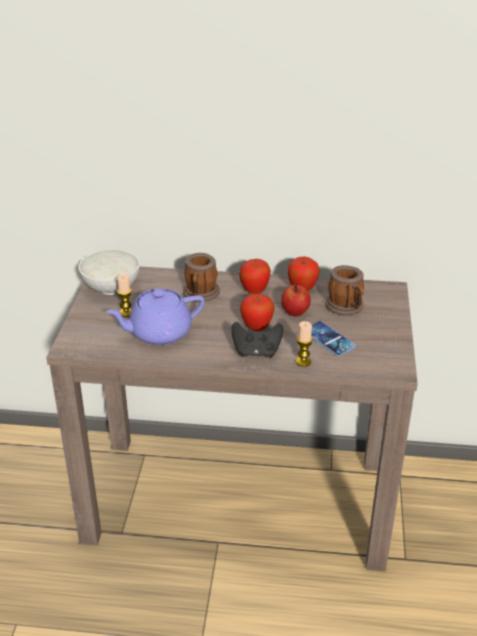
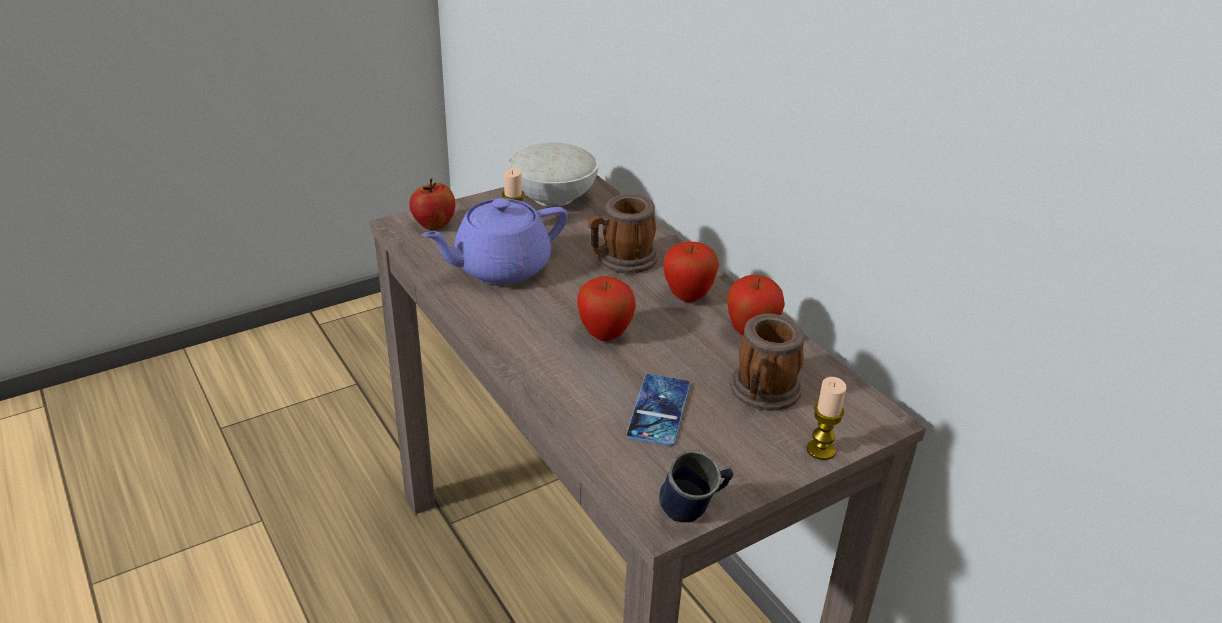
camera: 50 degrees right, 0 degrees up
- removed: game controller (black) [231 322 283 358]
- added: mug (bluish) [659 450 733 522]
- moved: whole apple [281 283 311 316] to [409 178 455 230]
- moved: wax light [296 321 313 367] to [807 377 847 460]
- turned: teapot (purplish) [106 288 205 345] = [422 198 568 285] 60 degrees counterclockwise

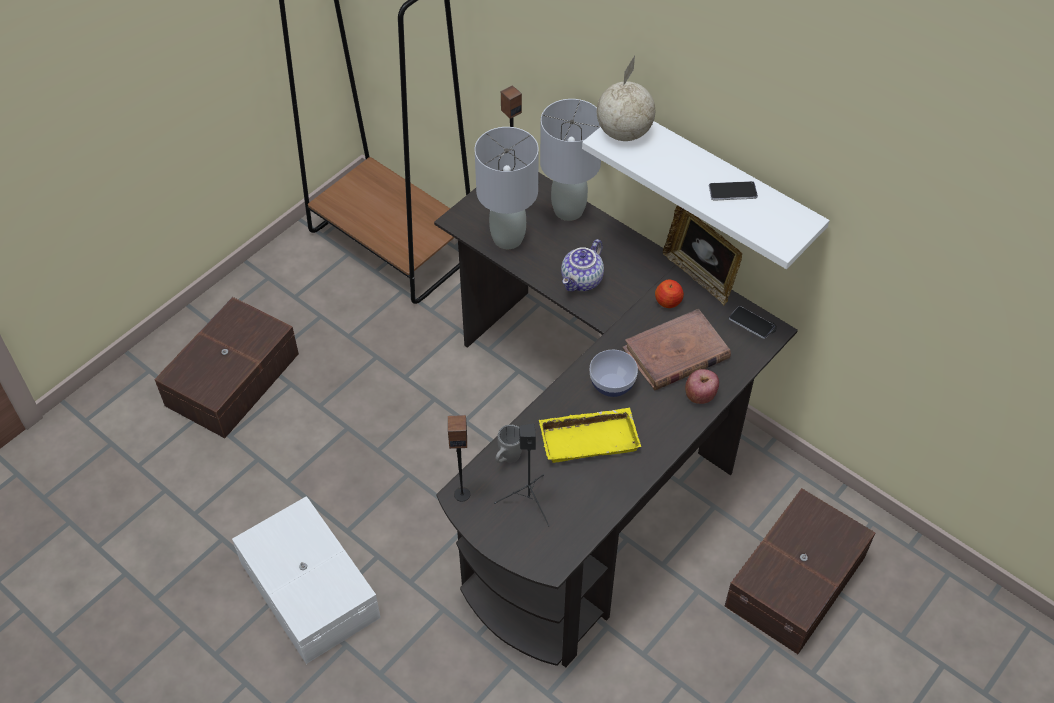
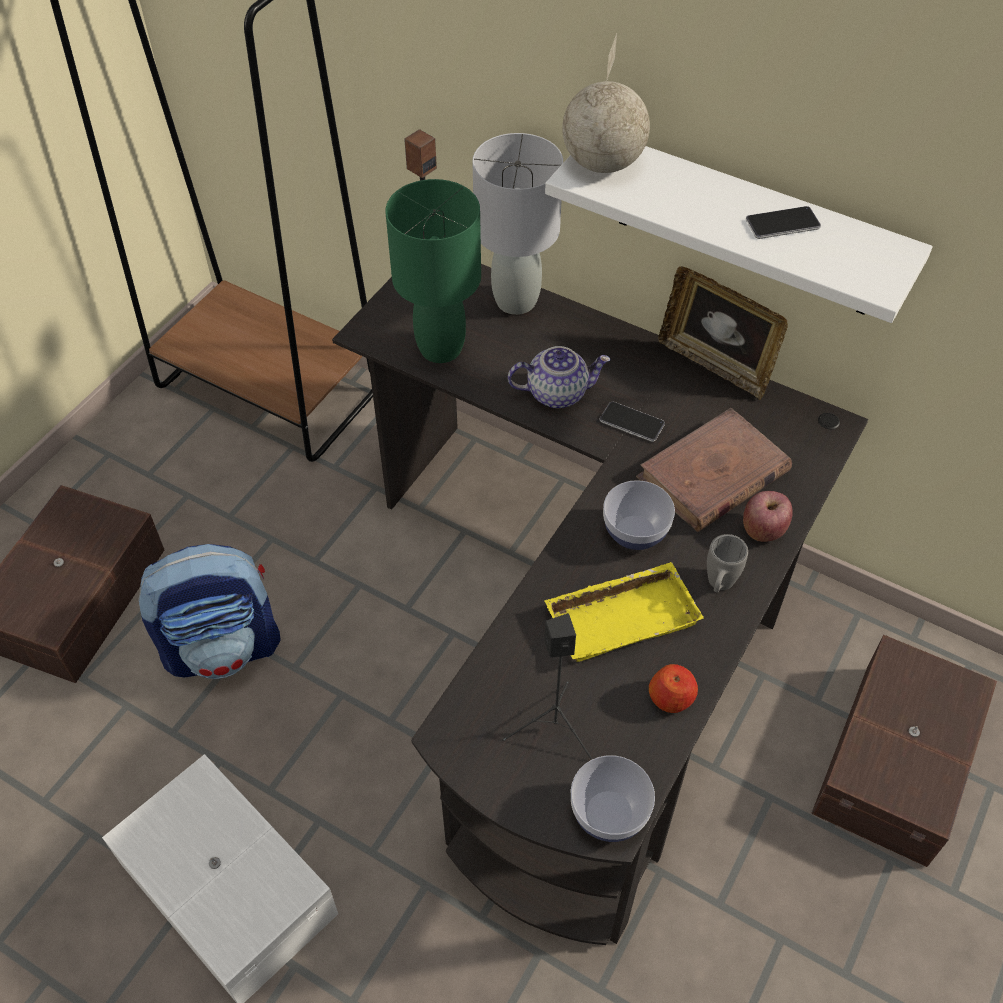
camera: 10 degrees left, 0 degrees up
- removed: loudspeaker [448 415 470 502]
- added: rucksack [138 544 281 679]
- added: bowl [571 755 655 842]
- moved: mug (gray) [496 424 522 463] to [707 534 748 592]
- moved: whole apple [655 280 684 308] to [649 664 698 713]
- moved: handset [729 306 775 339] to [600 401 665 442]
- recoloured: table lamp (gray) [475 127 539 249] to table lamp (green) [386 179 481 363]
- turned: teapot [561 239 604 292] = [508 346 611 408] 120 degrees counterclockwise

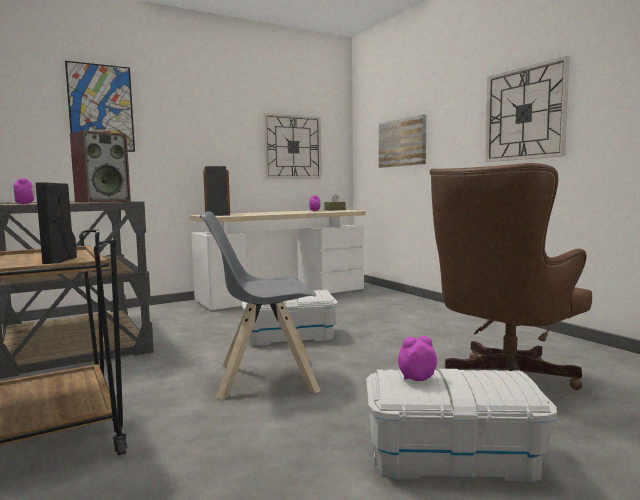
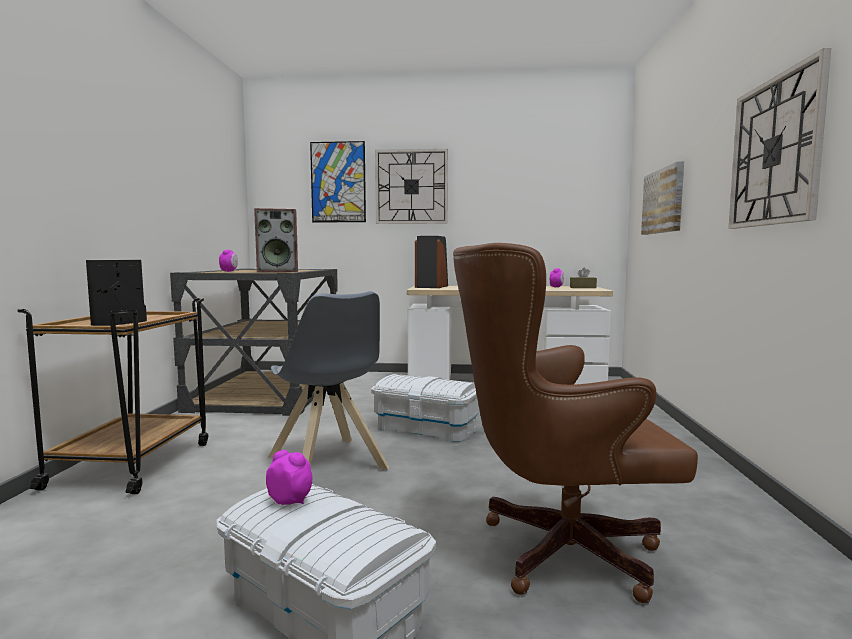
camera: 35 degrees right, 0 degrees up
- moved: wall clock [263 113 322 179] to [375 149 448 224]
- turned: chair (gray) [200 211 320 400] = [268 291 389 470] 150 degrees counterclockwise

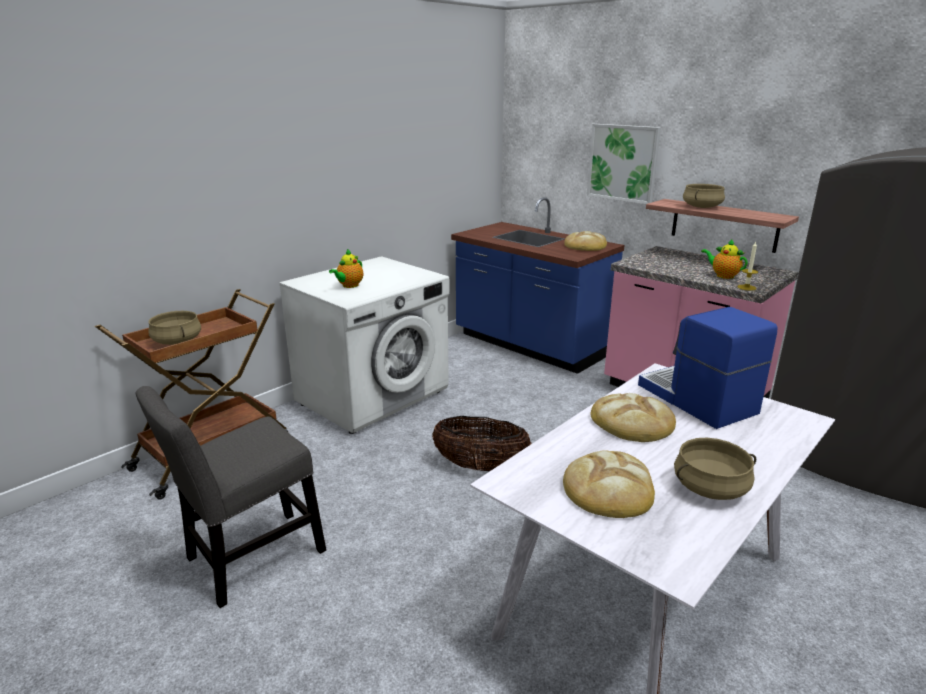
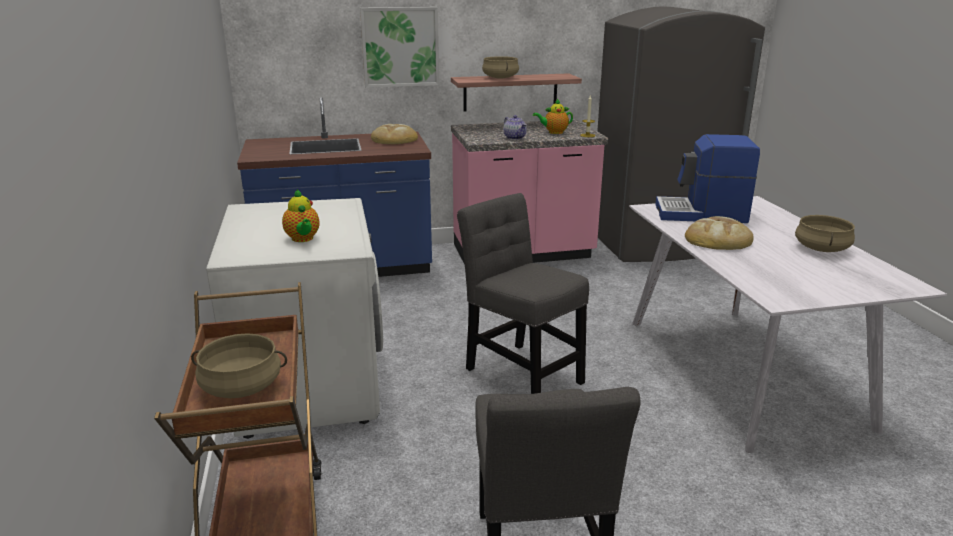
camera: 55 degrees left, 0 degrees up
- removed: bread [563 450 655 518]
- added: teapot [503 115 527 140]
- replaced: household basket [432 416 531 471] to chair (gray) [457 193 589 394]

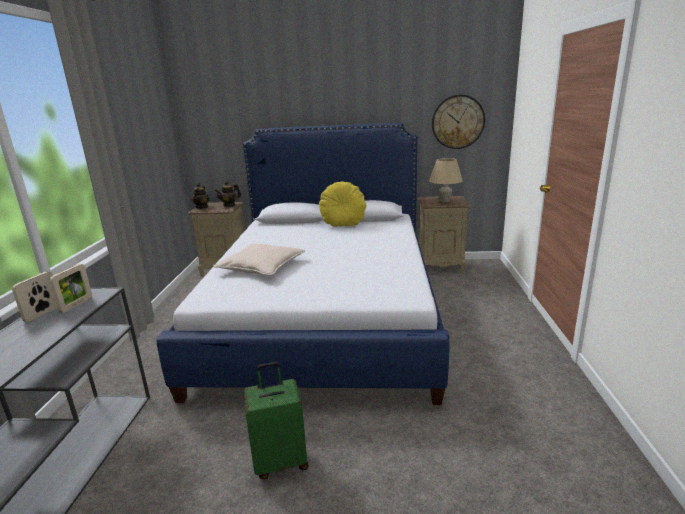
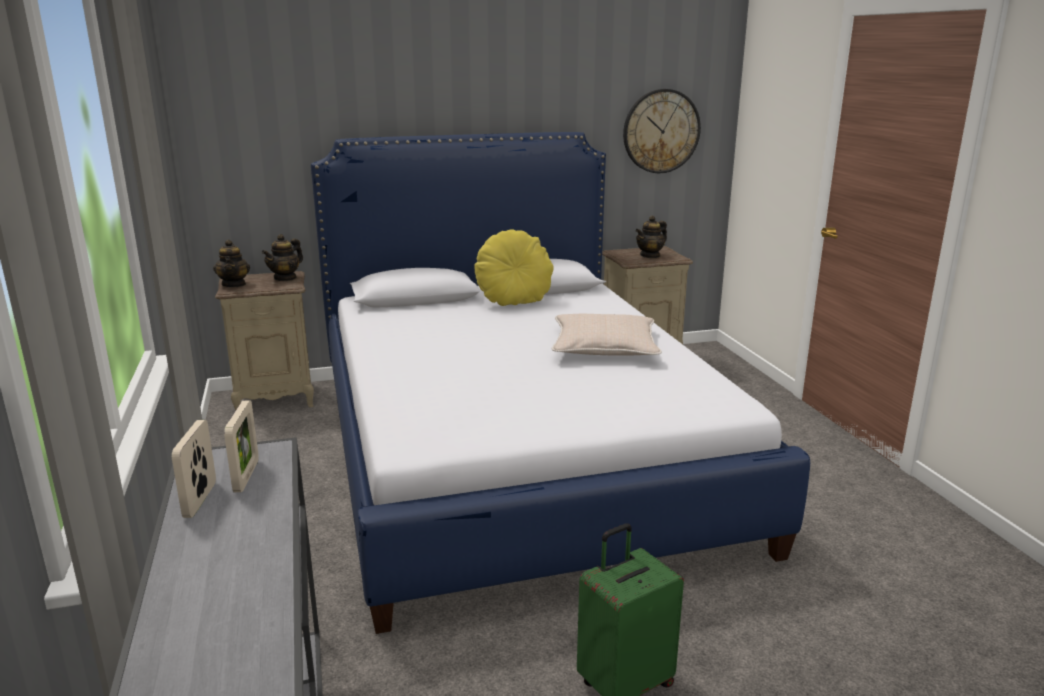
camera: 20 degrees left, 0 degrees up
- moved: cushion (sand-coloured) [213 244 305 275] to [552 314 662 356]
- replaced: table lamp (sand-coloured) [429 158 463 202] to teapot [635 216 667 258]

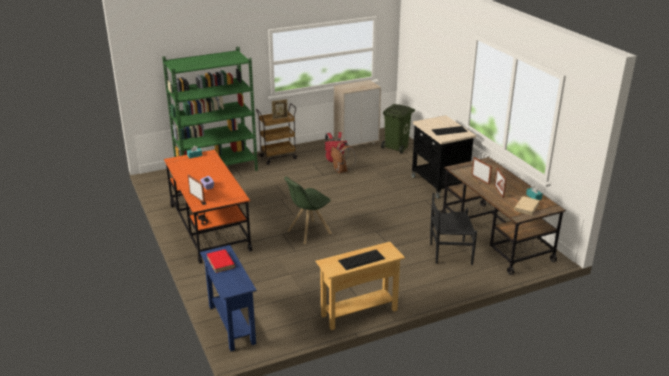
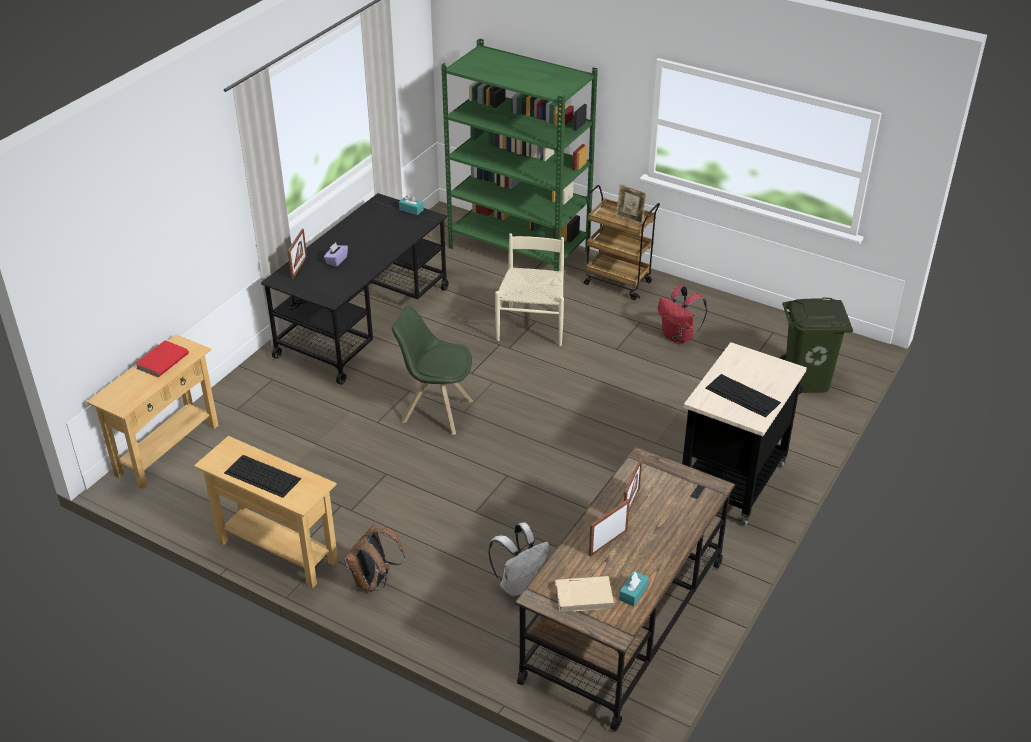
camera: 55 degrees right, 10 degrees up
- removed: cabinet (sand-coloured) [334 80 381 146]
- added: chair (sand-coloured) [495 233 564 346]
- moved: rucksack (brown-coloured) [331 142 356 173] to [344 524 405 592]
- replaced: chair (black) [430 193 477 265] to rucksack (whitish) [488 523 549 597]
- recoloured: desk (orangey) [164 150 252 263] to desk (black) [261 193 449 385]
- recoloured: console table (bluish) [200 245 257 351] to console table (sand-coloured) [86 334 218 489]

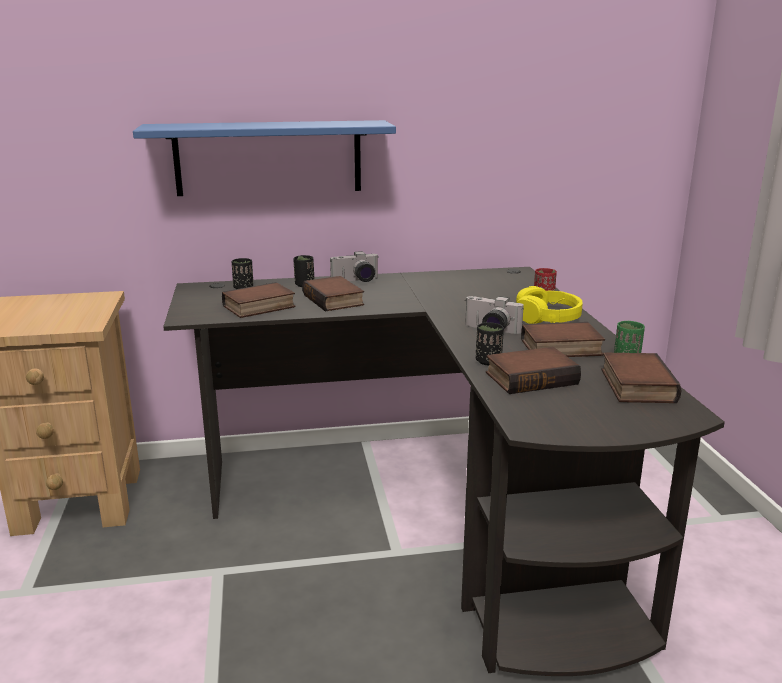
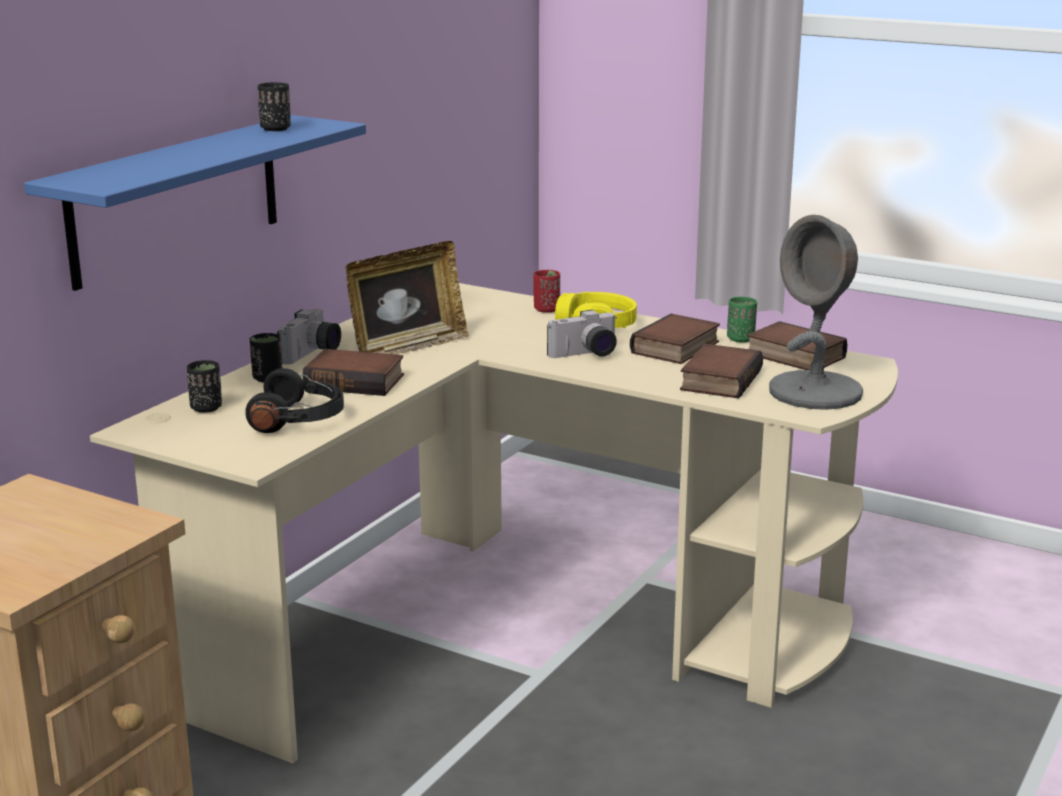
camera: 50 degrees left, 0 degrees up
- added: picture frame [345 241 469 355]
- added: table lamp (gray) [769 215 863 410]
- moved: cup (black) [476 322 504 366] to [258 82 291 131]
- replaced: bound book [222 282 296 318] to headset (black) [245 368 344 433]
- recoloured: desk (black) [163 267 725 676] to desk (sand-coloured) [90 283 898 763]

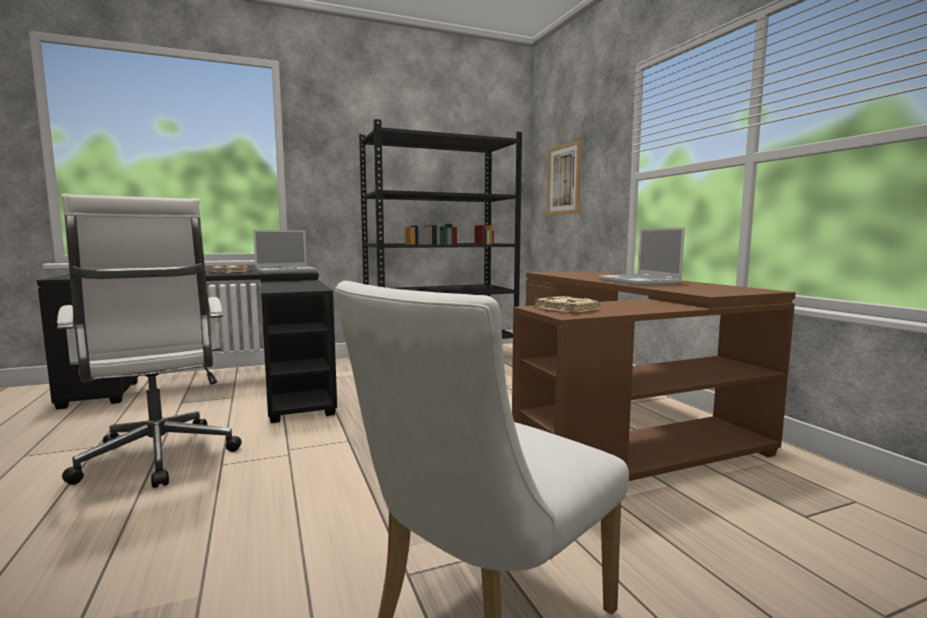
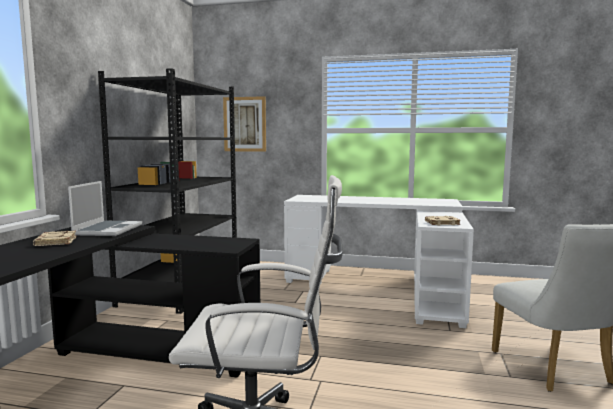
camera: 55 degrees left, 0 degrees up
- removed: laptop [598 228 685 286]
- recoloured: desk (brown-coloured) [512 271 796 481] to desk (whitish) [284 195 474 328]

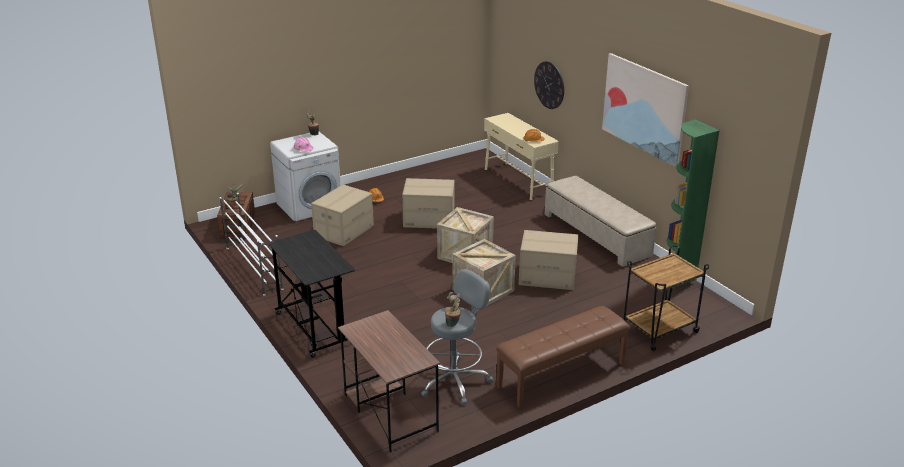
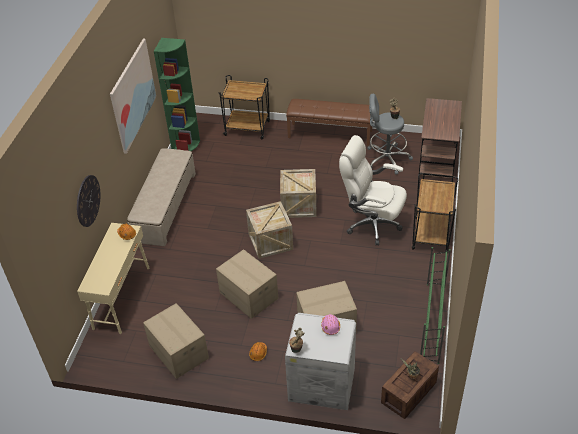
camera: 135 degrees left, 15 degrees up
- added: computer chair (whitish) [339 135 407 246]
- moved: carton [519 230 579 290] to [143 303 209 379]
- replaced: desk (black) [268 230 355 358] to wheeled cart (brown-coloured) [412 173 458 254]
- recoloured: shoe shelf (whitish) [220 193 283 296] to shoe shelf (green) [420 247 451 364]

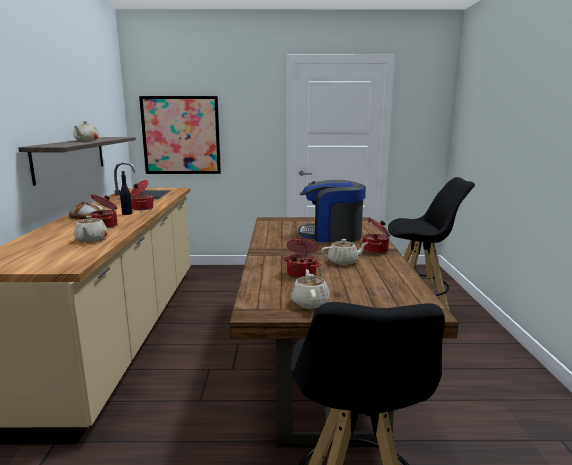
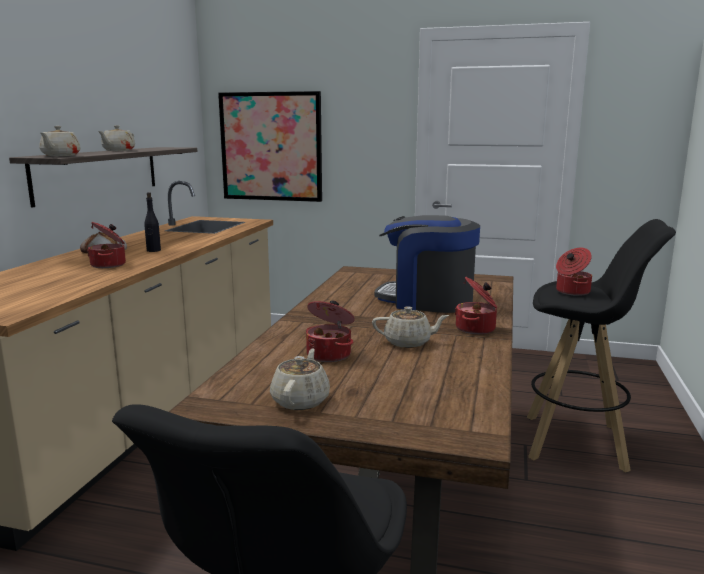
camera: 15 degrees right, 0 degrees up
- moved: teapot (sand-coloured) [74 216 108 242] to [39 126 81 156]
- moved: saucepot [130 180 154 210] to [556 248 592 296]

